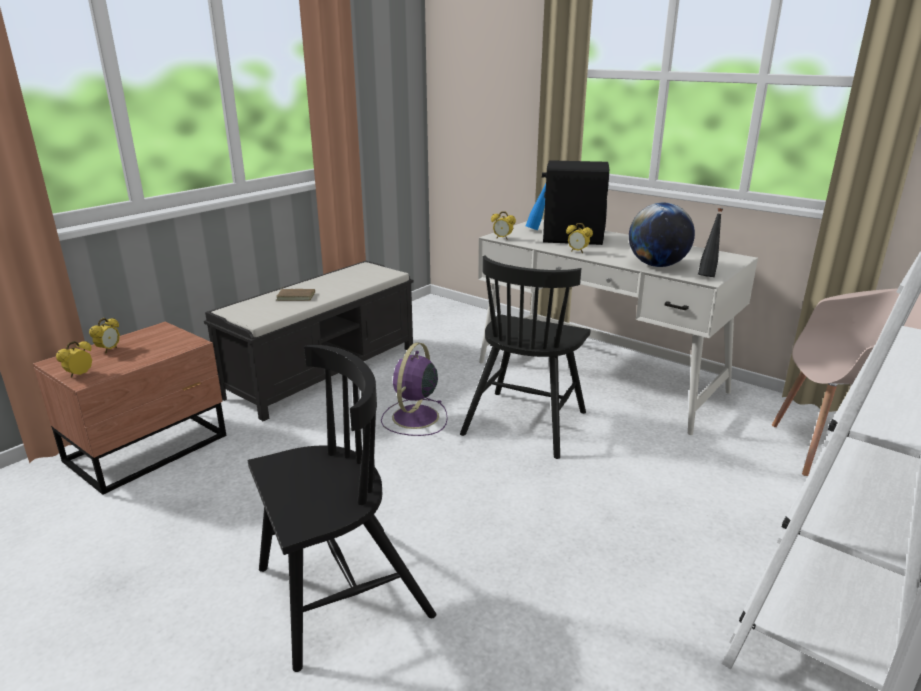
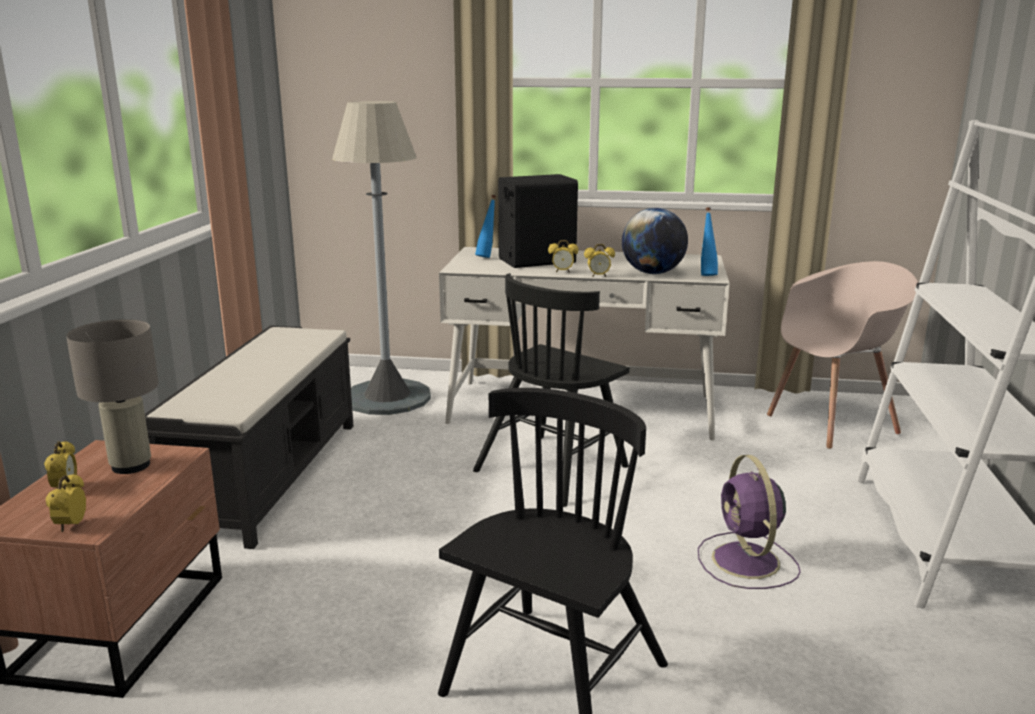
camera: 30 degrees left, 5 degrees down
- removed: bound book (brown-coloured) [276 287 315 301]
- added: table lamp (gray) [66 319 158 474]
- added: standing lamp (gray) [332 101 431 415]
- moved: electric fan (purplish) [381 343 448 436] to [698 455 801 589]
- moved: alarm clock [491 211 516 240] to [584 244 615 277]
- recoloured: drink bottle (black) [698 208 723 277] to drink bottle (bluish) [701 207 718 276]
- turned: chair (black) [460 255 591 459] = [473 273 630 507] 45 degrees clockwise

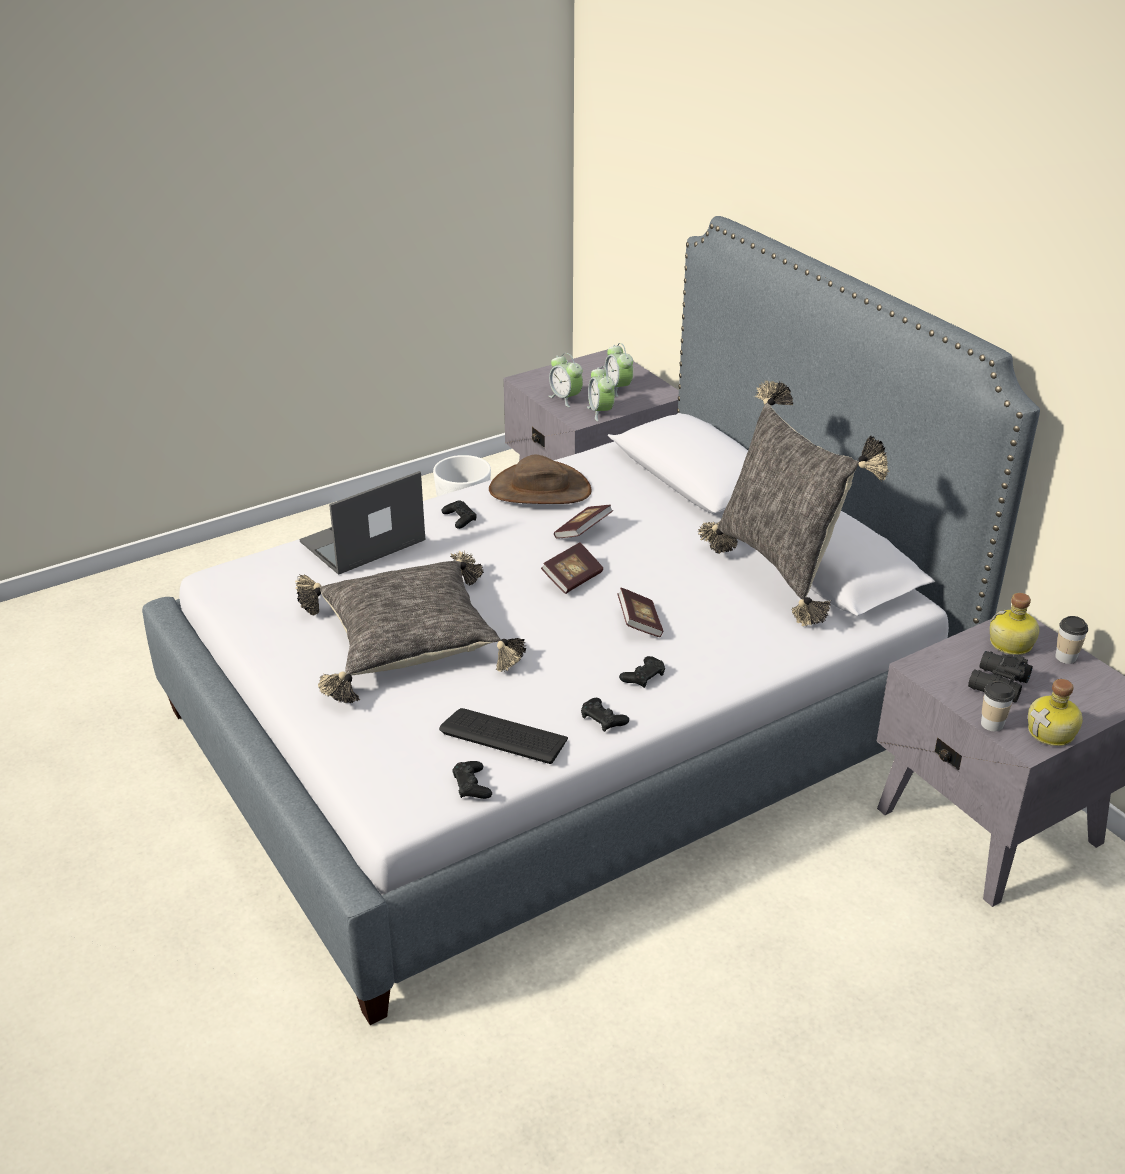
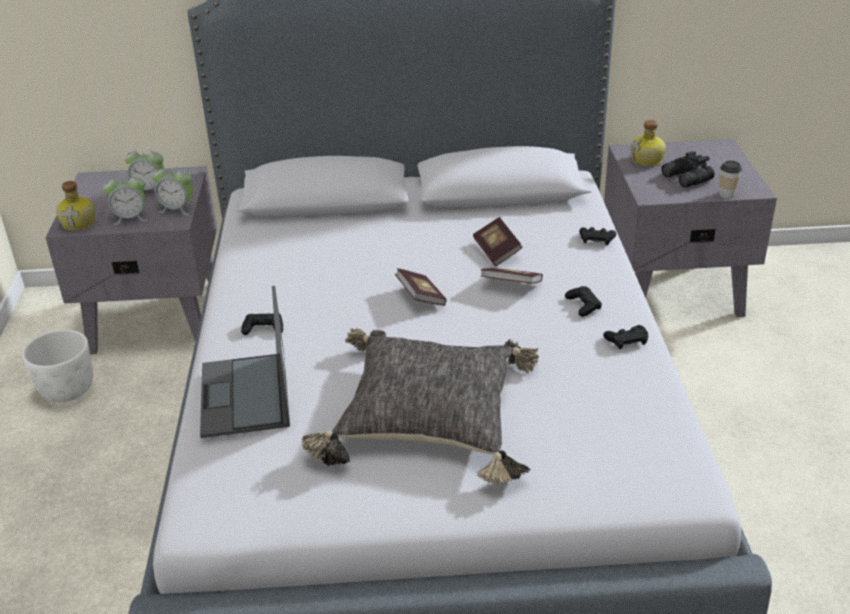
camera: 60 degrees left, 0 degrees up
- removed: computer keyboard [439 708 568 764]
- removed: wearable hat (brown-coloured) [489 455 591 504]
- removed: cushion [697 380 889 626]
- removed: cup [1055 616 1088 664]
- moved: game controller (black) [452 761 492 799] to [579 227 617 245]
- moved: bound book [554 505 613 539] to [473 217 523 266]
- moved: drink bottle [1028 679 1082 746] to [56 181 95 230]

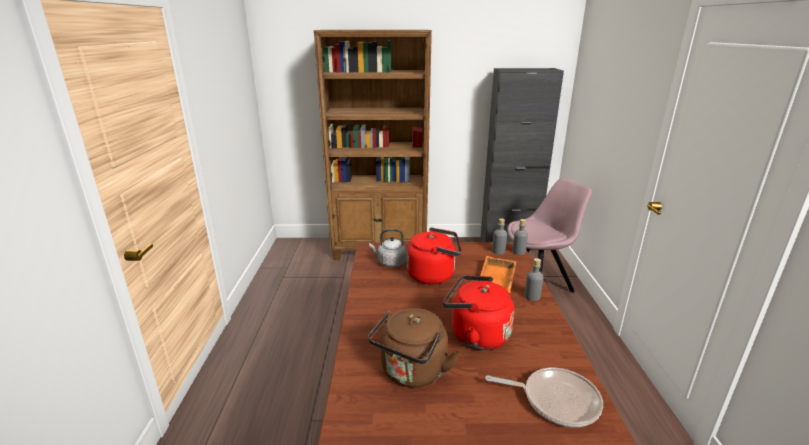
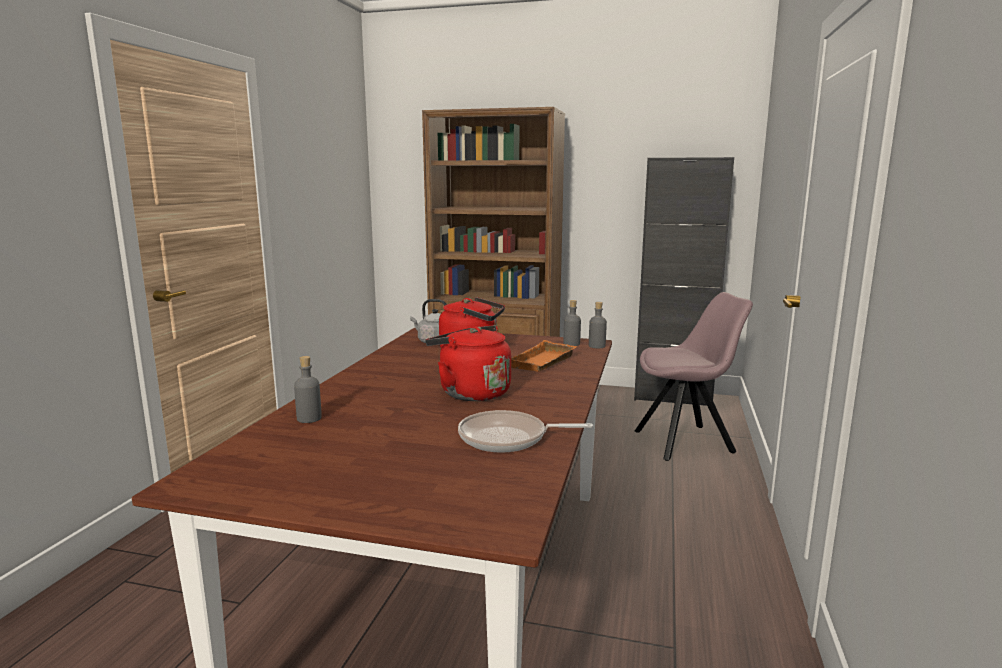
camera: 15 degrees right, 10 degrees down
- removed: tea kettle (brown-coloured) [368 308 460 387]
- moved: drink bottle (gray) [524 258 544 301] to [294 356 322 423]
- turned: frying pan [485 368 603 427] = [458 410 593 453] 150 degrees clockwise

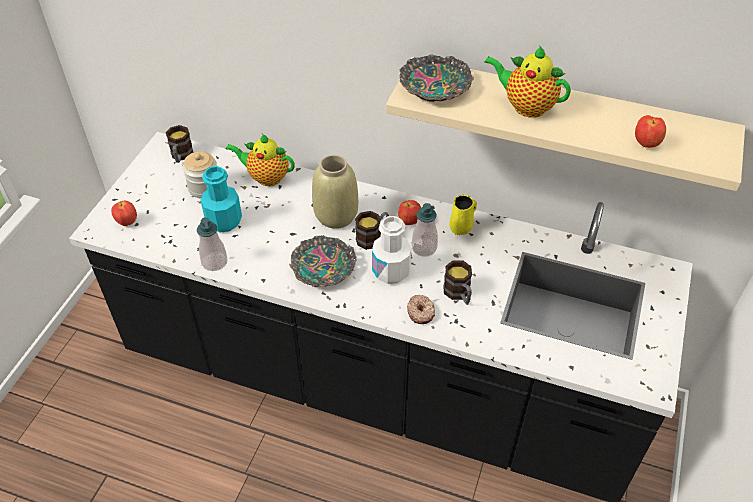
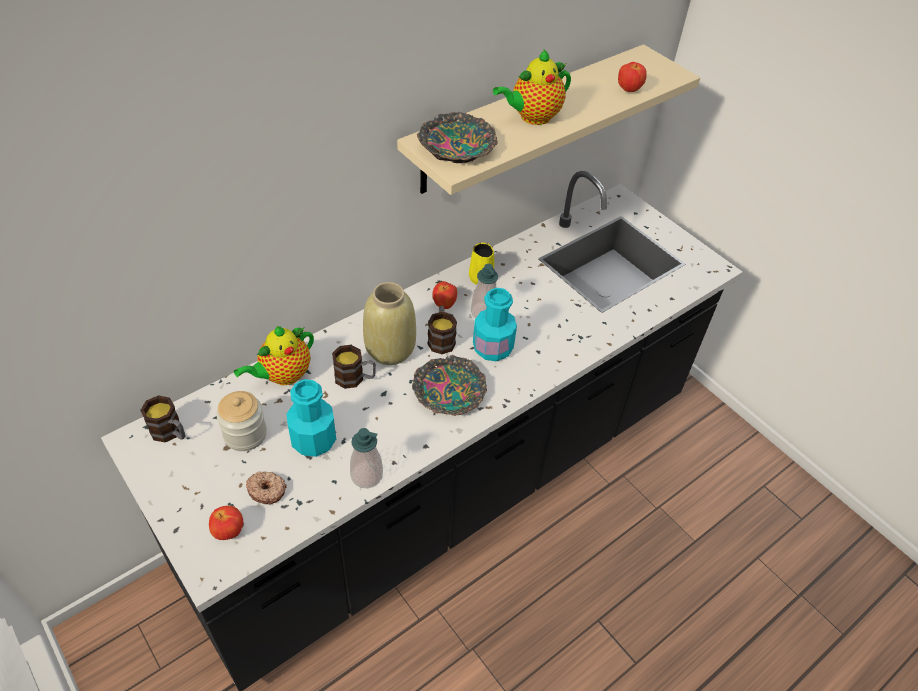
camera: 60 degrees left, 0 degrees up
- moved: ring doughnut [407 295 435 324] to [246 472 287 504]
- moved: mug [443 260 472 304] to [332 345 376 389]
- recoloured: drink bottle (whitish) [372 216 411 284] to drink bottle (turquoise-coloured) [473 288 517 361]

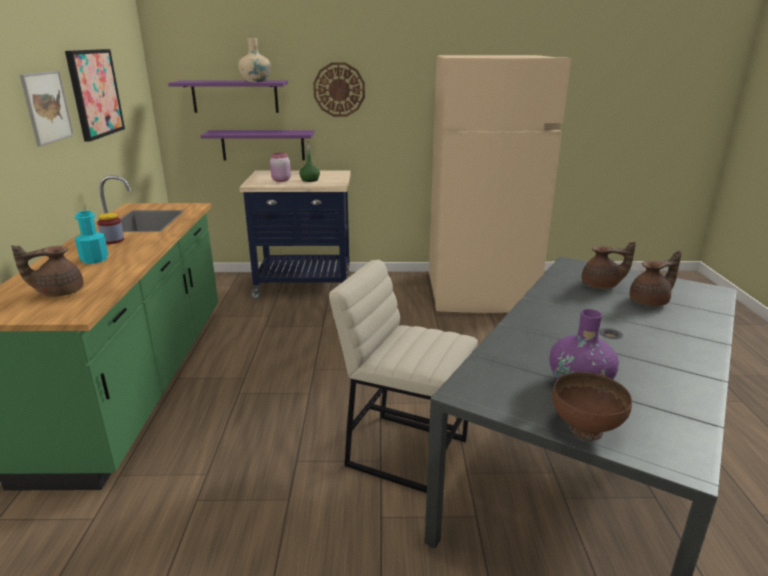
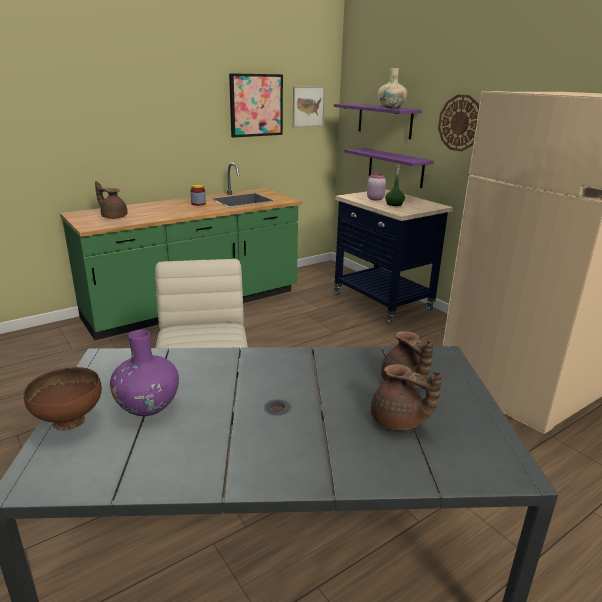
camera: 55 degrees right, 0 degrees up
- removed: drink bottle (turquoise-coloured) [75 211 108 264]
- moved: picture [20 71 74 146] to [293 86 325 128]

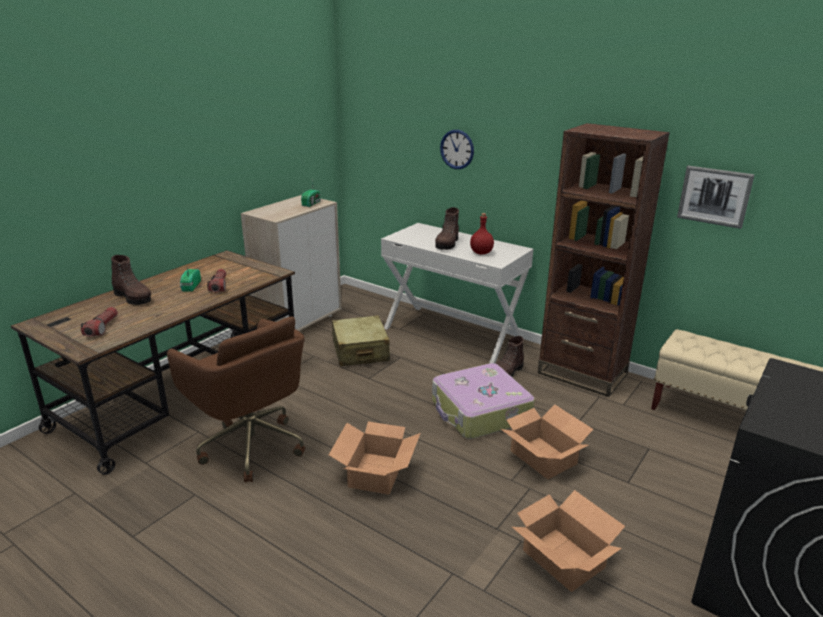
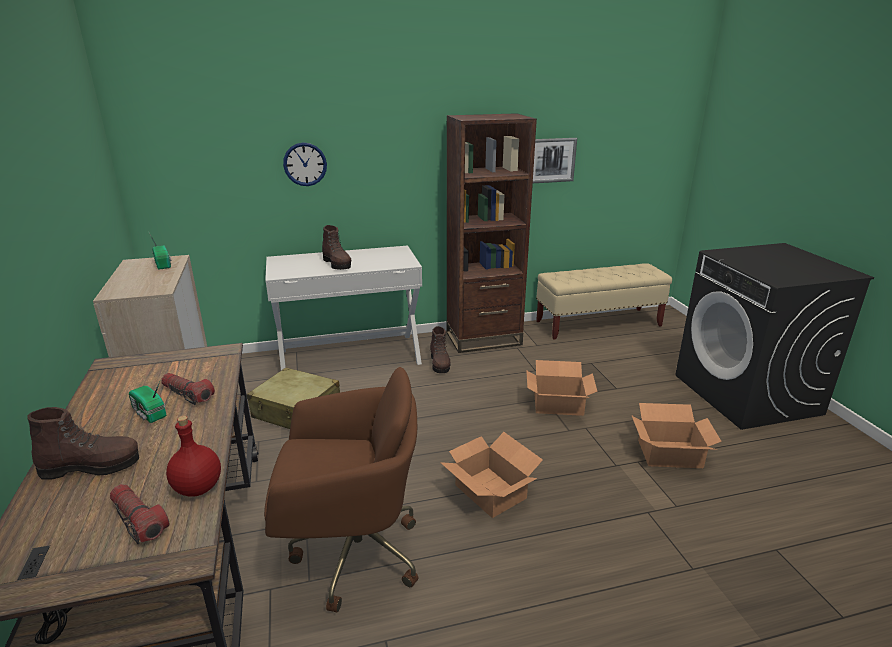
camera: 50 degrees left, 0 degrees up
- removed: piece of luggage [432 363 535 439]
- moved: drink bottle (red-coloured) [470 213 494 255] to [166 416 221 497]

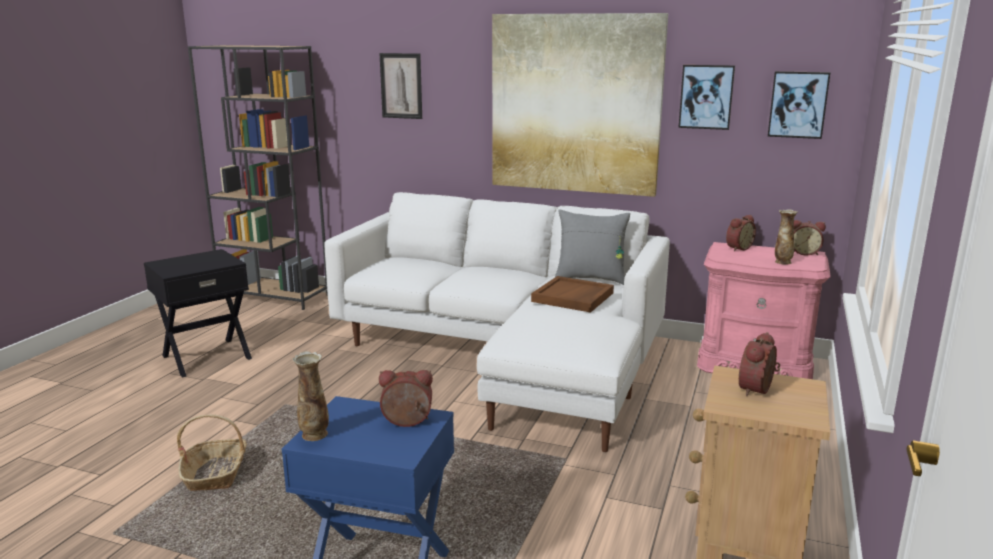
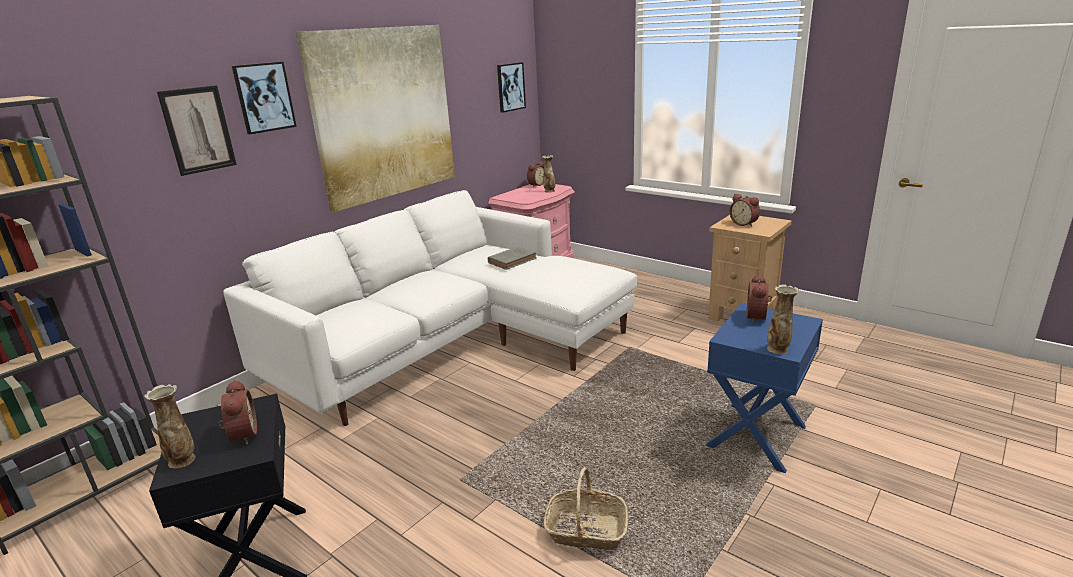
camera: 70 degrees left, 5 degrees up
- removed: cushion (gray) [555 209 630 285]
- added: flower vase [144 384 195 469]
- moved: picture [678 65 735 130] to [232 62 297 134]
- moved: alarm clock [726 215 756 251] to [218 380 257 445]
- replaced: tray (brown-coloured) [531 276 614 313] to bound book (gray) [488 246 537 270]

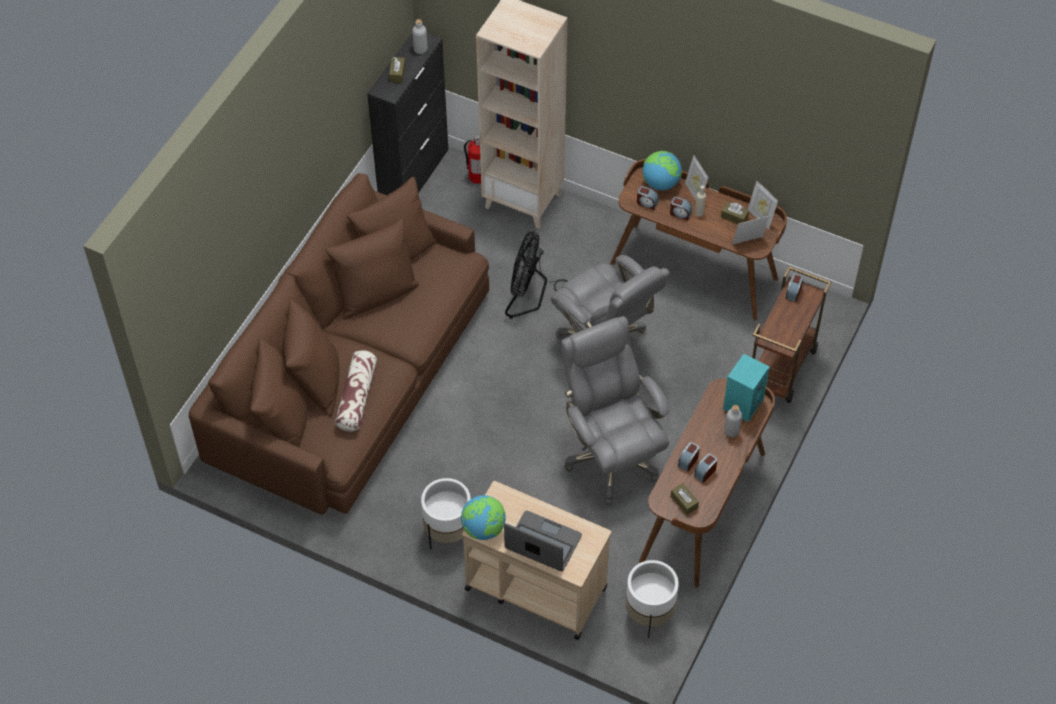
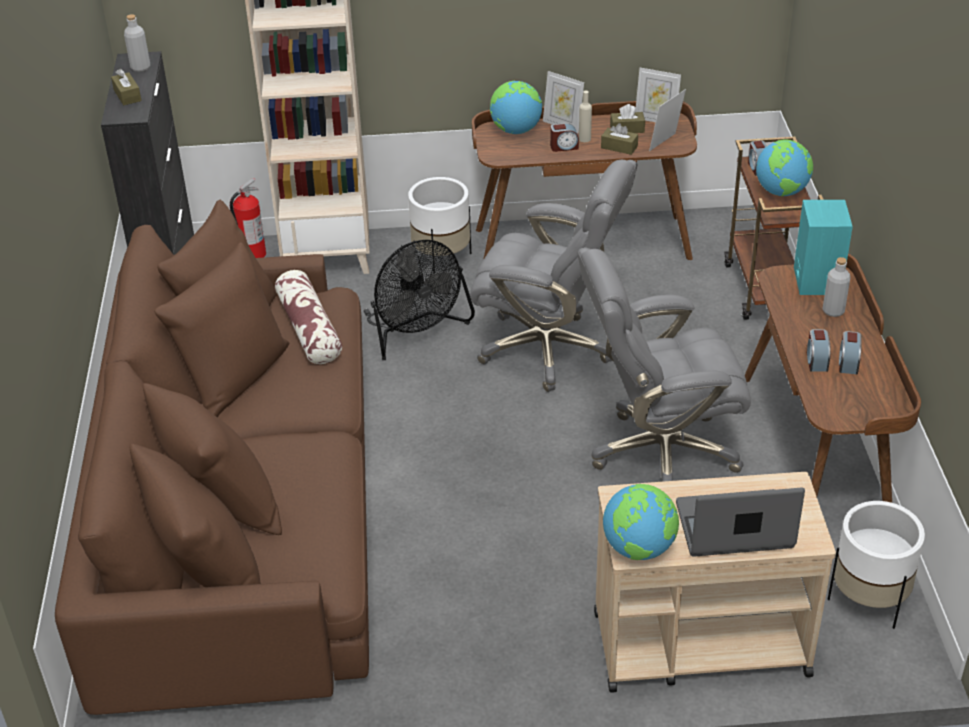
camera: 30 degrees left, 15 degrees down
- removed: alarm clock [637 186 659 210]
- added: desk globe [756 140 813 196]
- moved: cushion [335 350 377 432] to [275 270 342 364]
- moved: flower pot (whitish) [421 478 471 549] to [408 177 471 273]
- moved: box of tissues (brown-coloured) [671 483 699 515] to [601 123 638 155]
- turned: electric fan (black) [505 232 568 319] = [364 240 475 360] 105 degrees counterclockwise
- turned: computer chair (gray) [561 316 669 506] = [577 248 751 482] 45 degrees counterclockwise

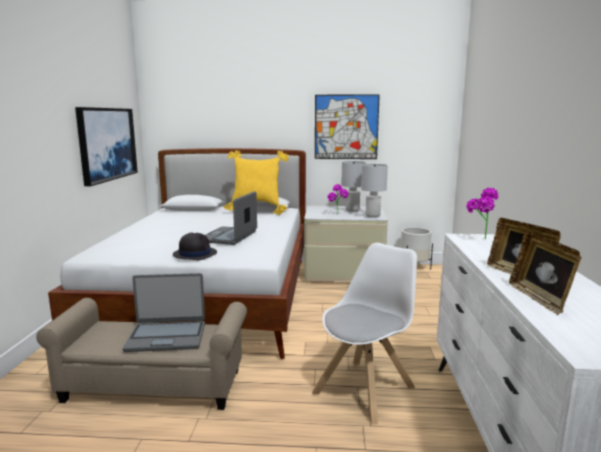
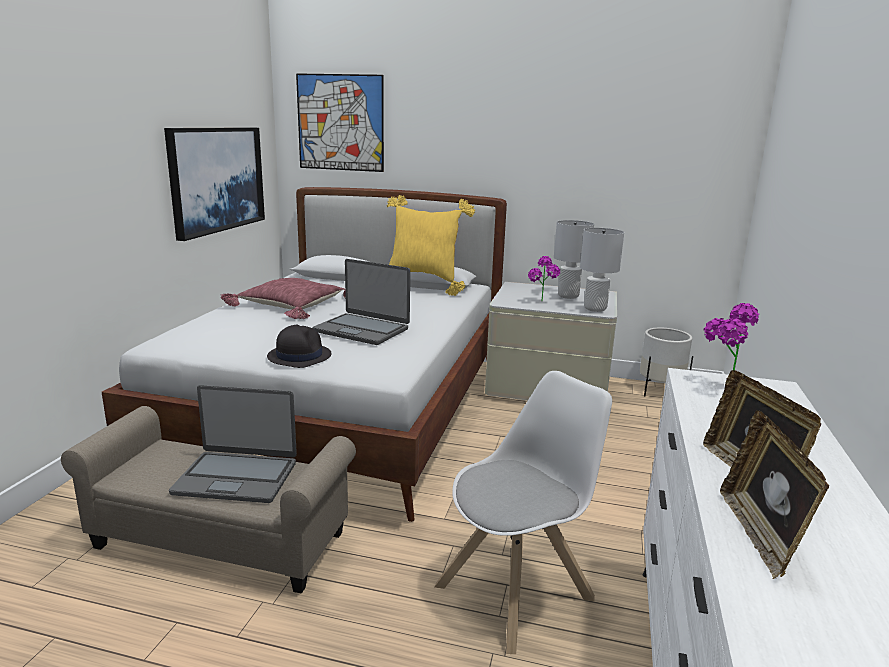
camera: 10 degrees right, 5 degrees up
- added: cushion (red-coloured) [221 278 346 319]
- moved: picture [315 94 380 159] to [296 73 384 172]
- turned: laptop [205 191 257 245] = [312 259 410 345] 90 degrees counterclockwise

